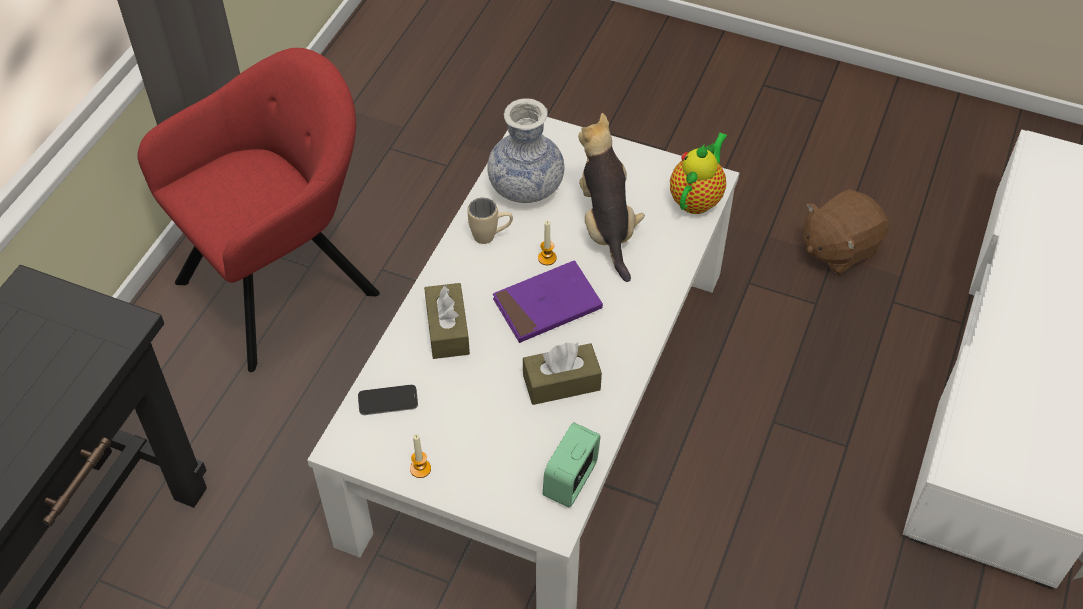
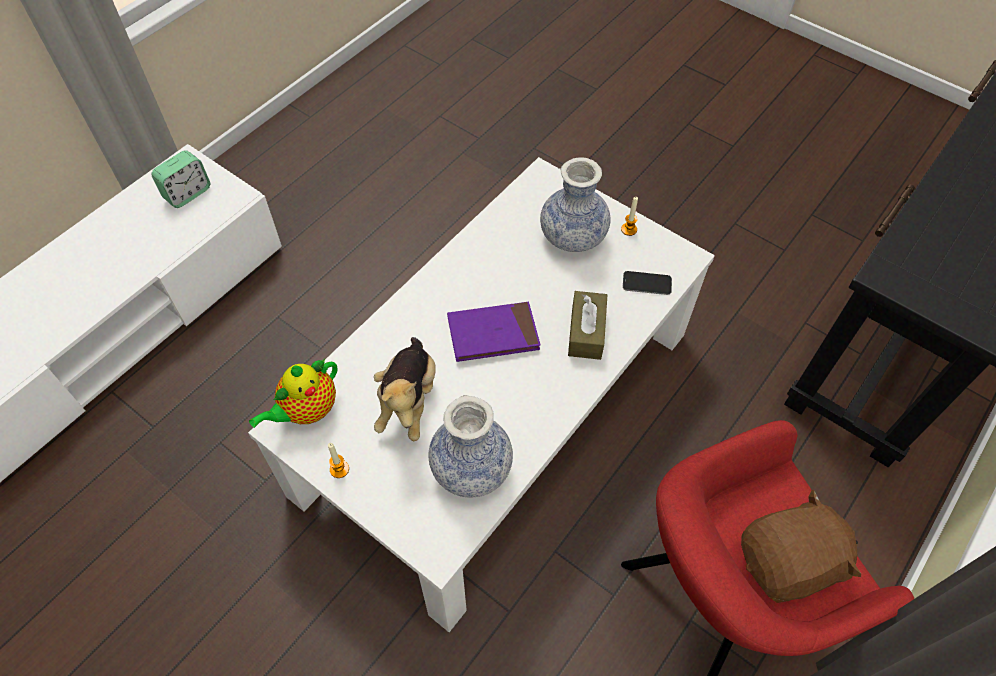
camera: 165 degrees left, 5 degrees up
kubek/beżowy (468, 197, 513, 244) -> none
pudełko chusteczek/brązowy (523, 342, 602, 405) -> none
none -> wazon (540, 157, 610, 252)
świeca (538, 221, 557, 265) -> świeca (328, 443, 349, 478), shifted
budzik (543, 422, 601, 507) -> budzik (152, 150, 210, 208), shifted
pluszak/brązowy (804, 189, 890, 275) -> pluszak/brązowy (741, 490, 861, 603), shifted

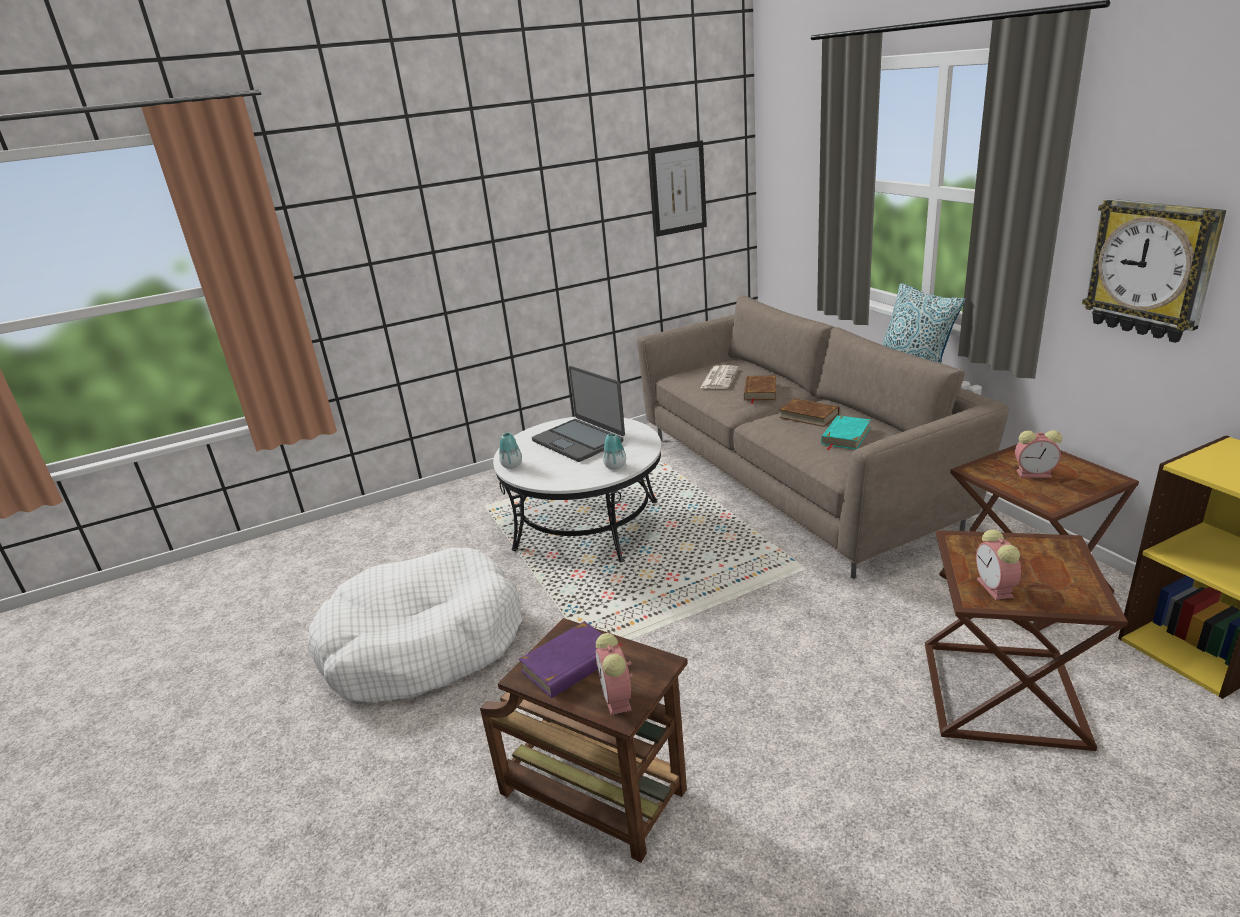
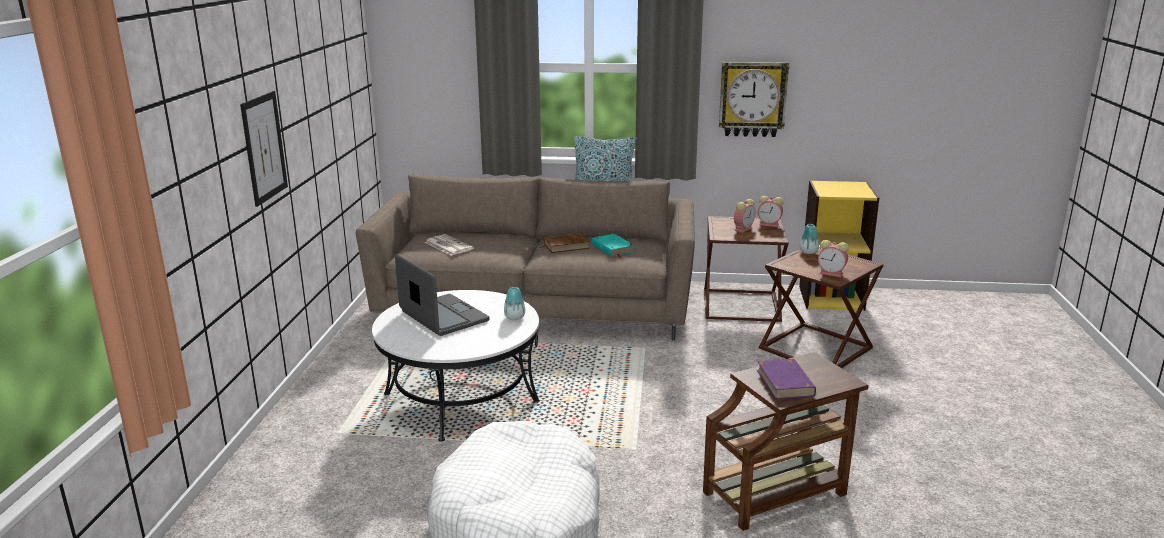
camera: 60 degrees left, 5 degrees down
książka/brązowy (744, 376, 776, 404) -> none
wazon (499, 433, 522, 469) -> wazon (800, 224, 819, 254), shifted
budzik (596, 633, 633, 715) -> budzik (758, 196, 784, 227), shifted
obraz (650, 140, 707, 237) -> obraz (240, 91, 288, 207), shifted
laptop (532, 366, 625, 462) -> laptop (395, 254, 489, 336), 120 degrees counterclockwise

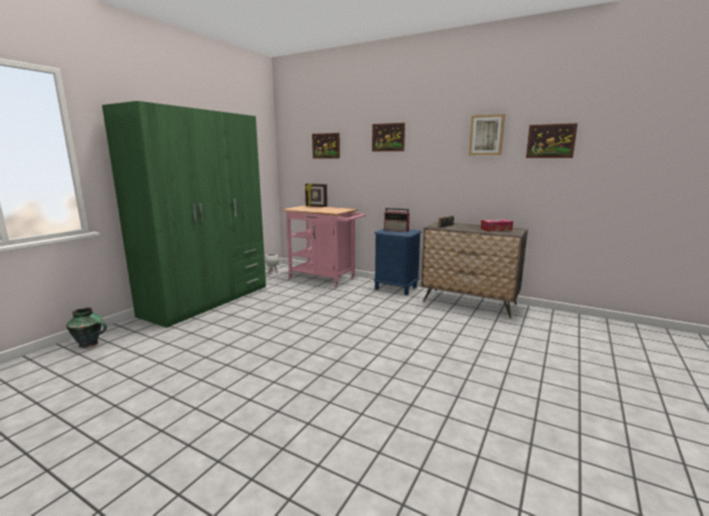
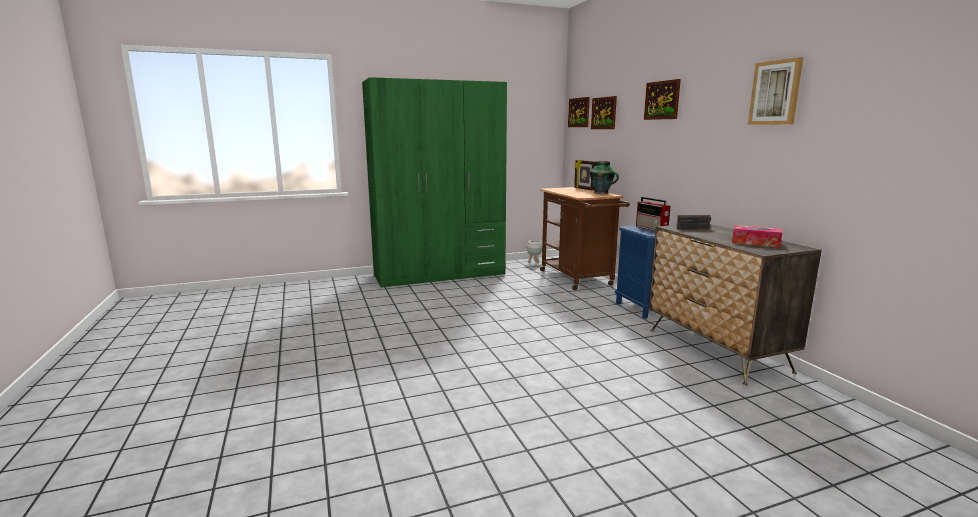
camera: 40 degrees right, 0 degrees up
wazon (66, 308, 107, 349) -> wazon (590, 161, 619, 194), shifted
obraz (526, 123, 578, 158) -> obraz (568, 97, 590, 127), shifted
wózek/różowy (282, 205, 366, 287) -> wózek/brązowy (540, 187, 630, 290)

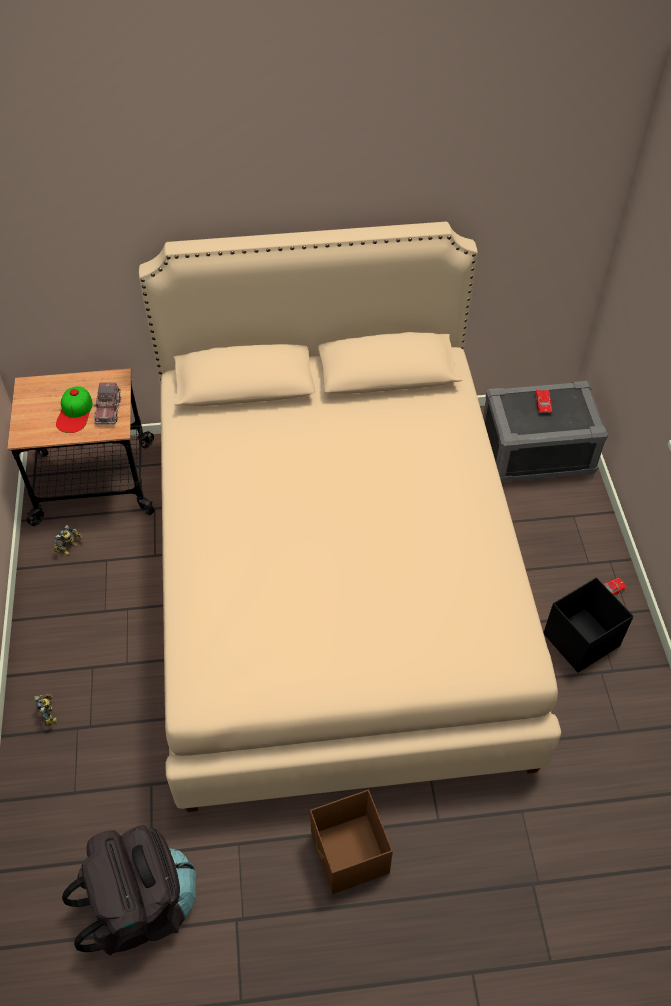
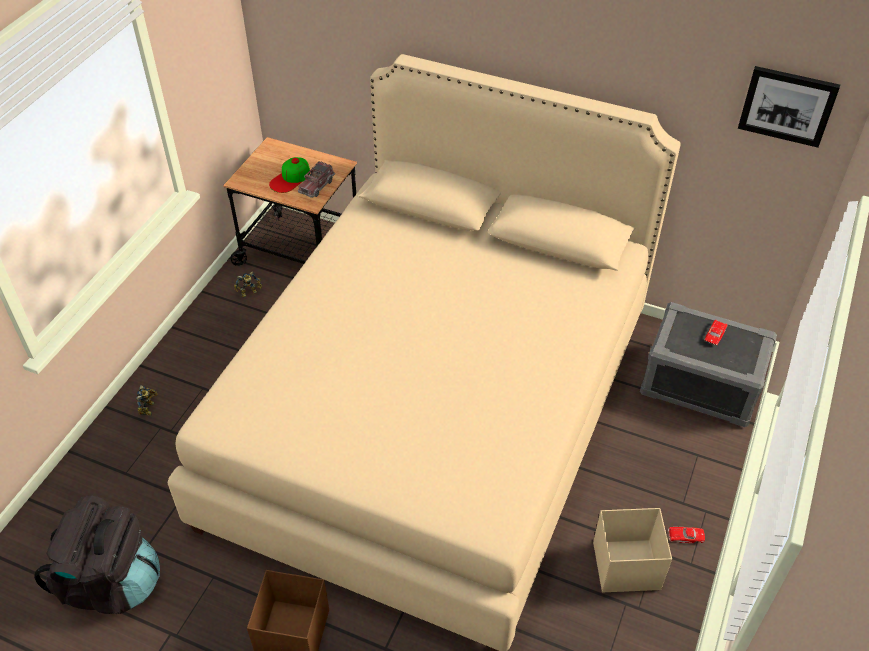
camera: 30 degrees right, 5 degrees down
none -> obraz (738, 66, 840, 148)
pojemnik do przechowywania/czarny (544, 578, 634, 673) -> pojemnik do przechowywania/beżowy (593, 508, 672, 592)

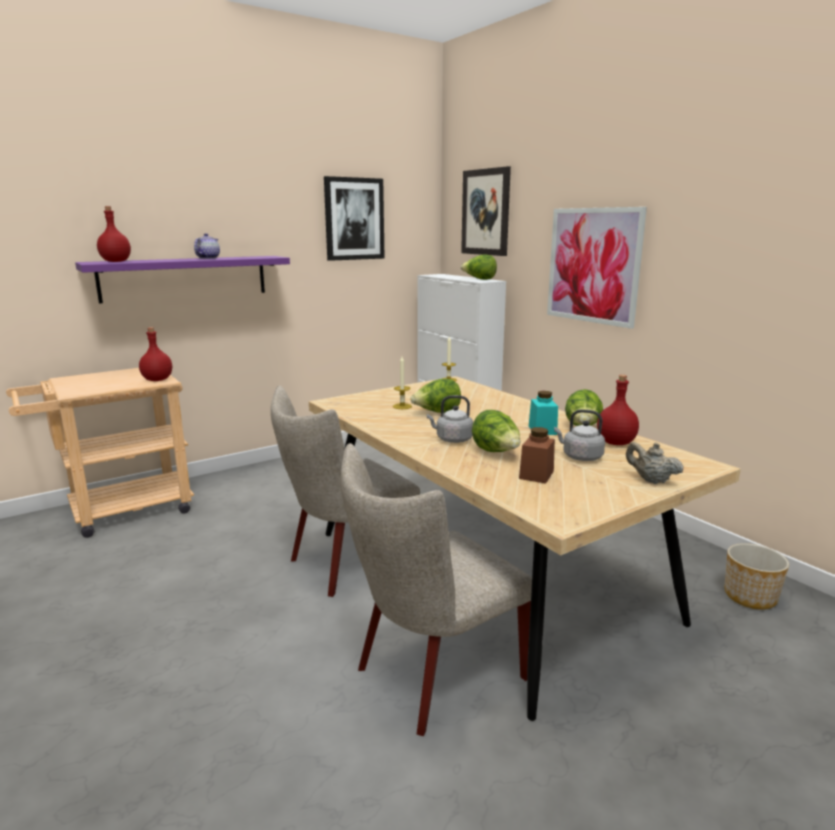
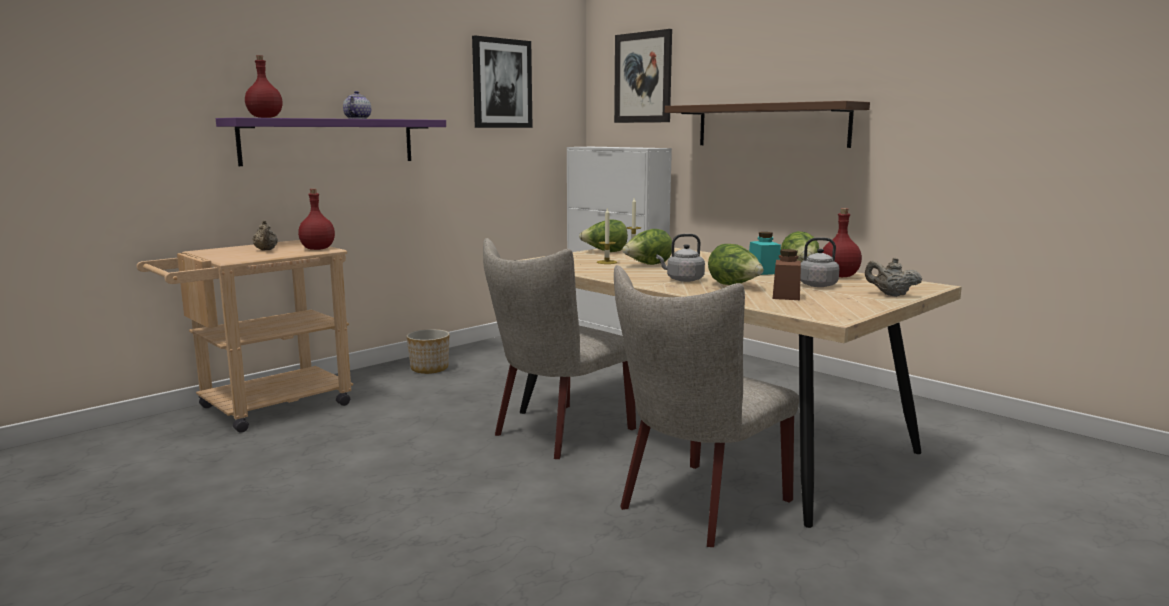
camera: 10 degrees left, 5 degrees down
none -> imbryk/beżowy (252, 220, 278, 250)
sałata (460, 254, 497, 280) -> sałata (579, 219, 628, 252), shifted
donica (724, 543, 789, 610) -> donica (407, 329, 449, 374), shifted
obraz (547, 207, 647, 329) -> półka/brązowy (665, 101, 870, 148)

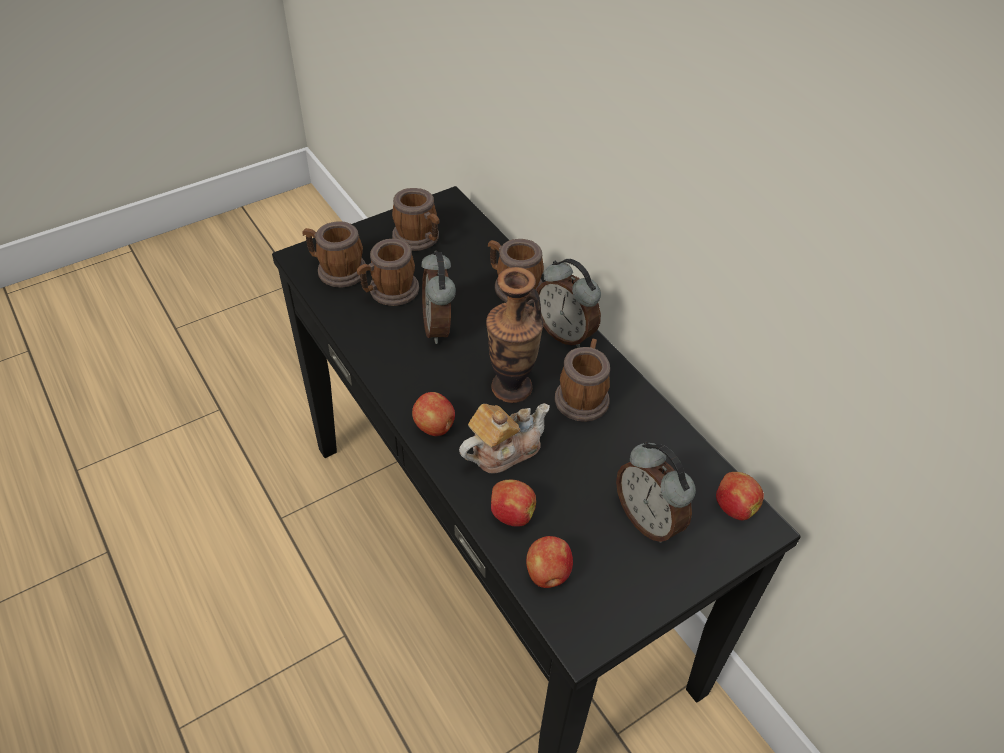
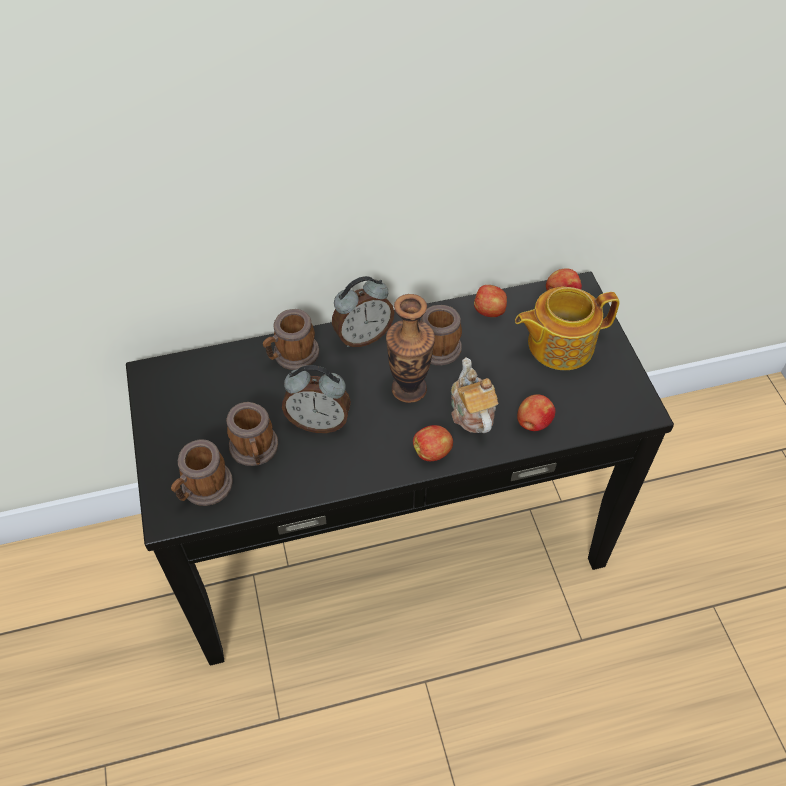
camera: 70 degrees left, 5 degrees up
kubek (392, 188, 439, 251) -> none
jabłko (526, 536, 573, 588) -> jabłko (474, 285, 507, 317), shifted
budzik (616, 442, 696, 543) -> imbryk (515, 287, 620, 370)

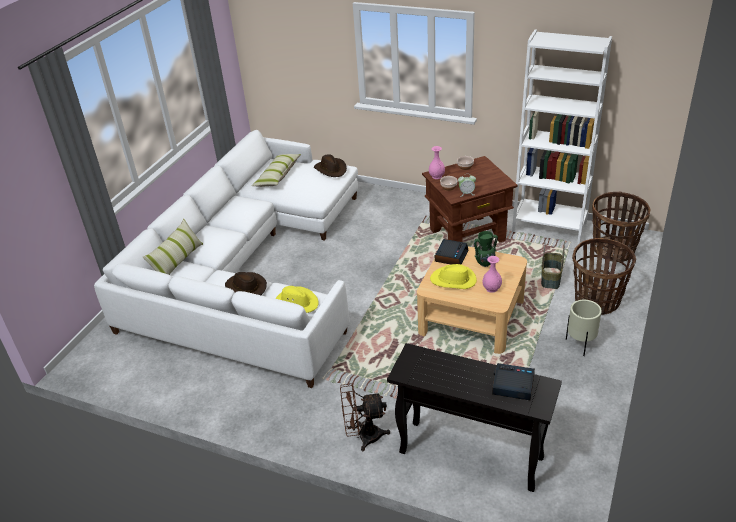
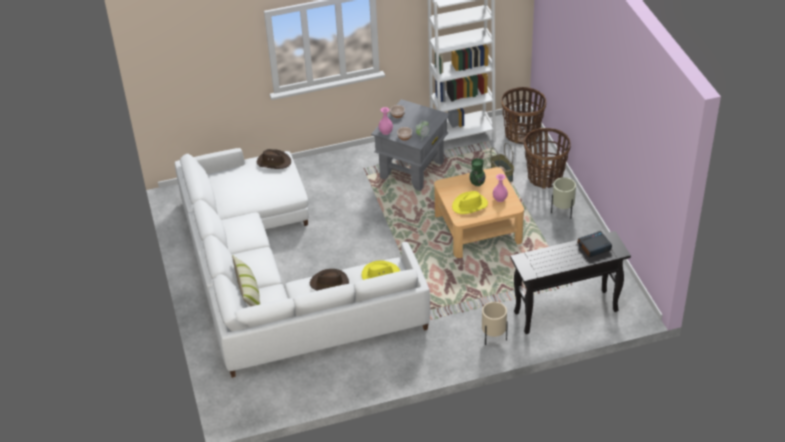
camera: 40 degrees left, 5 degrees up
poduszka (252, 154, 301, 187) -> none
budzik (435, 239, 468, 265) -> none
wentylator/brązowy (340, 383, 390, 451) -> donica/beżowy (482, 302, 508, 345)
stolik/brązowy (422, 156, 518, 243) -> stolik/szary (371, 99, 450, 191)

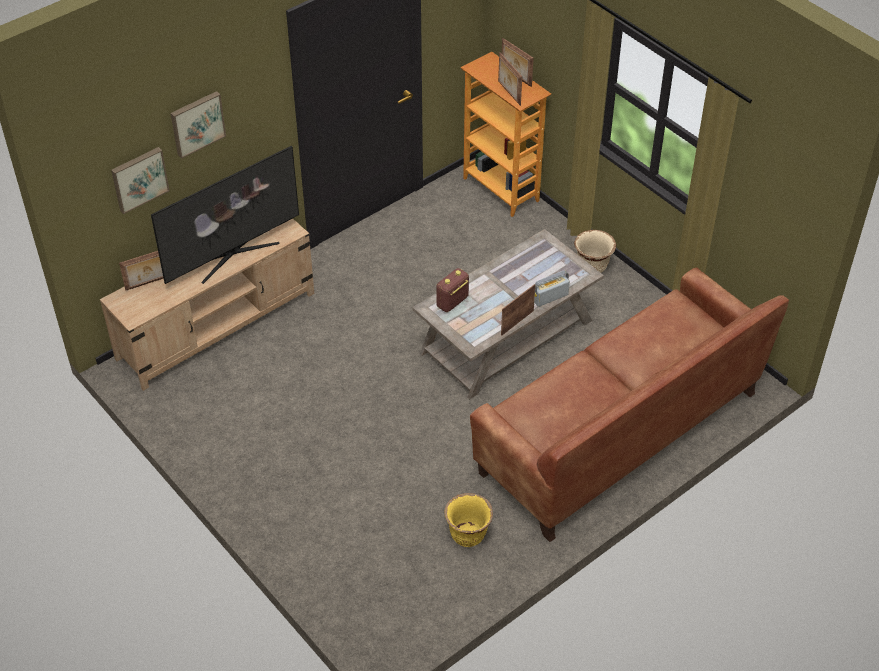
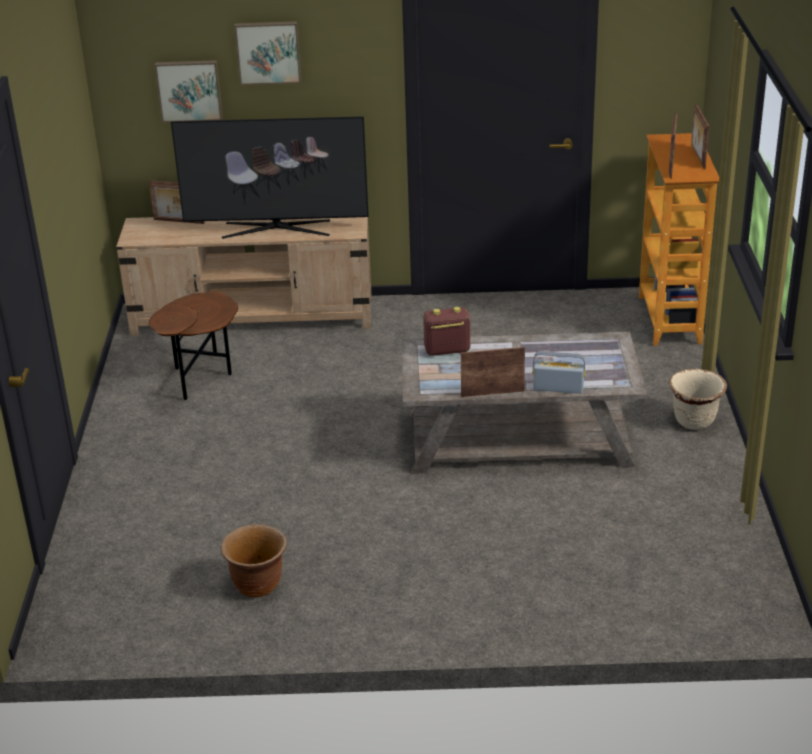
camera: 40 degrees right, 15 degrees down
kanapa/brązowy (470, 267, 789, 542) -> none
none -> stolik/brązowy (149, 291, 238, 400)
donica/żółty (444, 493, 493, 547) -> donica/brązowy (221, 524, 287, 597)

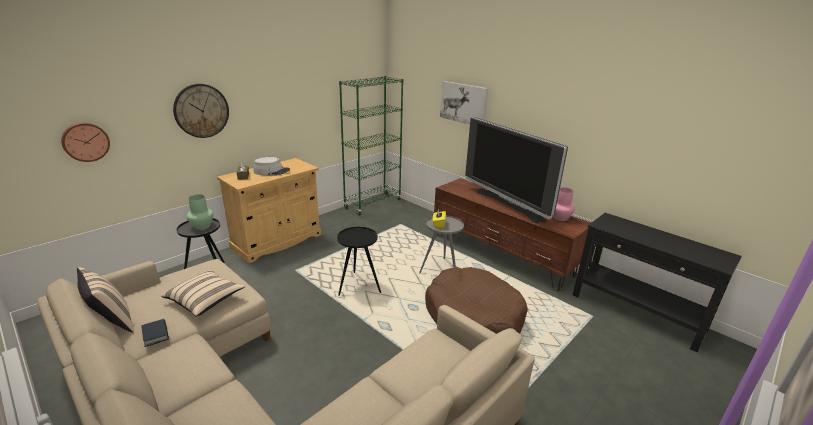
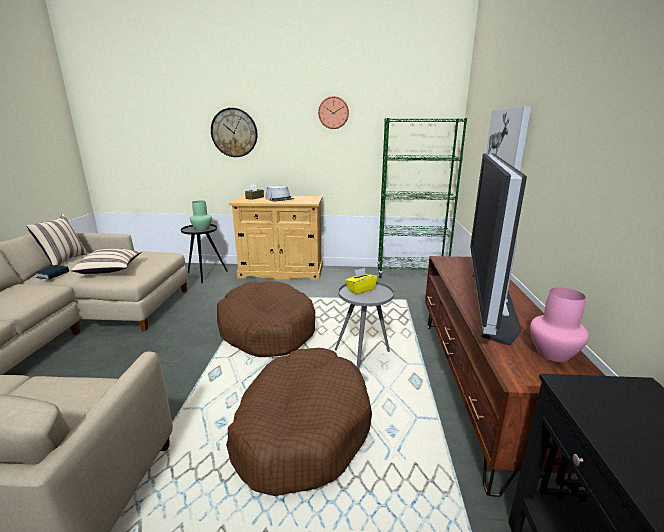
camera: 50 degrees right, 5 degrees down
zegar ścienny (61, 123, 110, 162) -> zegar ścienny (318, 96, 349, 129), shifted
stolik/czarny (337, 227, 381, 296) -> legowisko/brązowy (217, 281, 315, 357)

